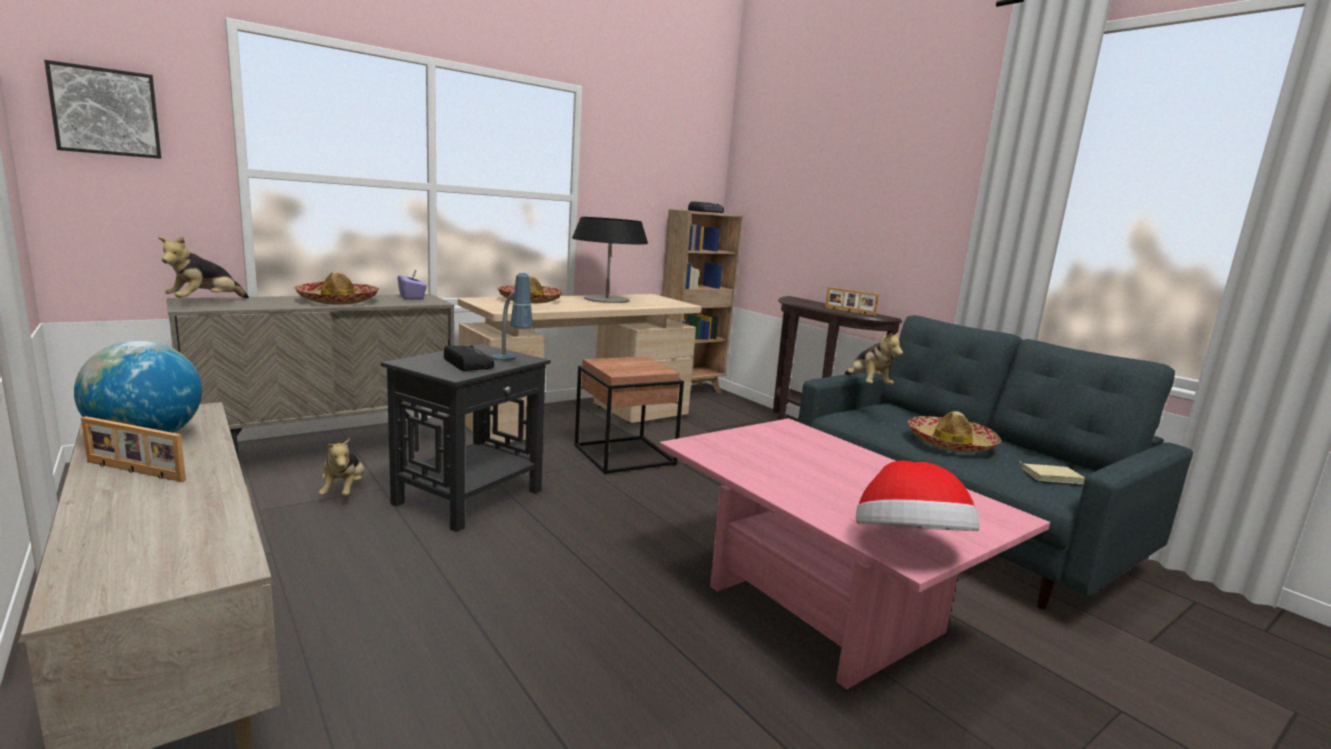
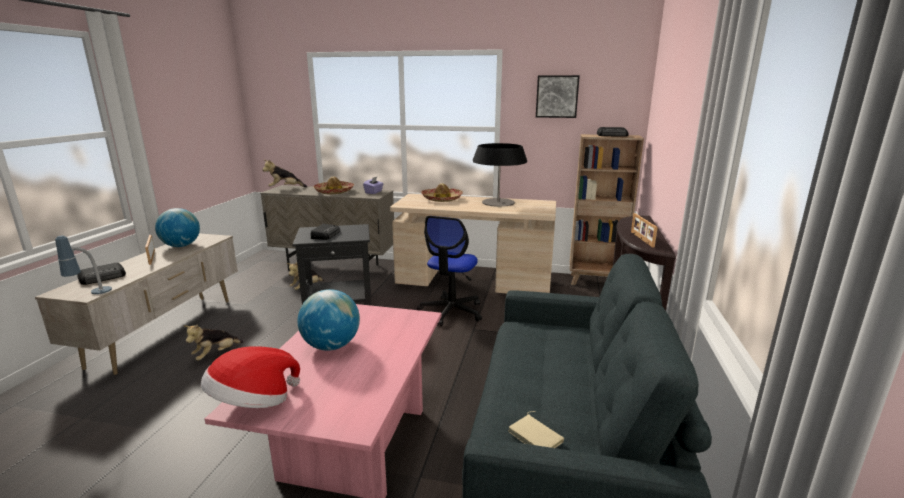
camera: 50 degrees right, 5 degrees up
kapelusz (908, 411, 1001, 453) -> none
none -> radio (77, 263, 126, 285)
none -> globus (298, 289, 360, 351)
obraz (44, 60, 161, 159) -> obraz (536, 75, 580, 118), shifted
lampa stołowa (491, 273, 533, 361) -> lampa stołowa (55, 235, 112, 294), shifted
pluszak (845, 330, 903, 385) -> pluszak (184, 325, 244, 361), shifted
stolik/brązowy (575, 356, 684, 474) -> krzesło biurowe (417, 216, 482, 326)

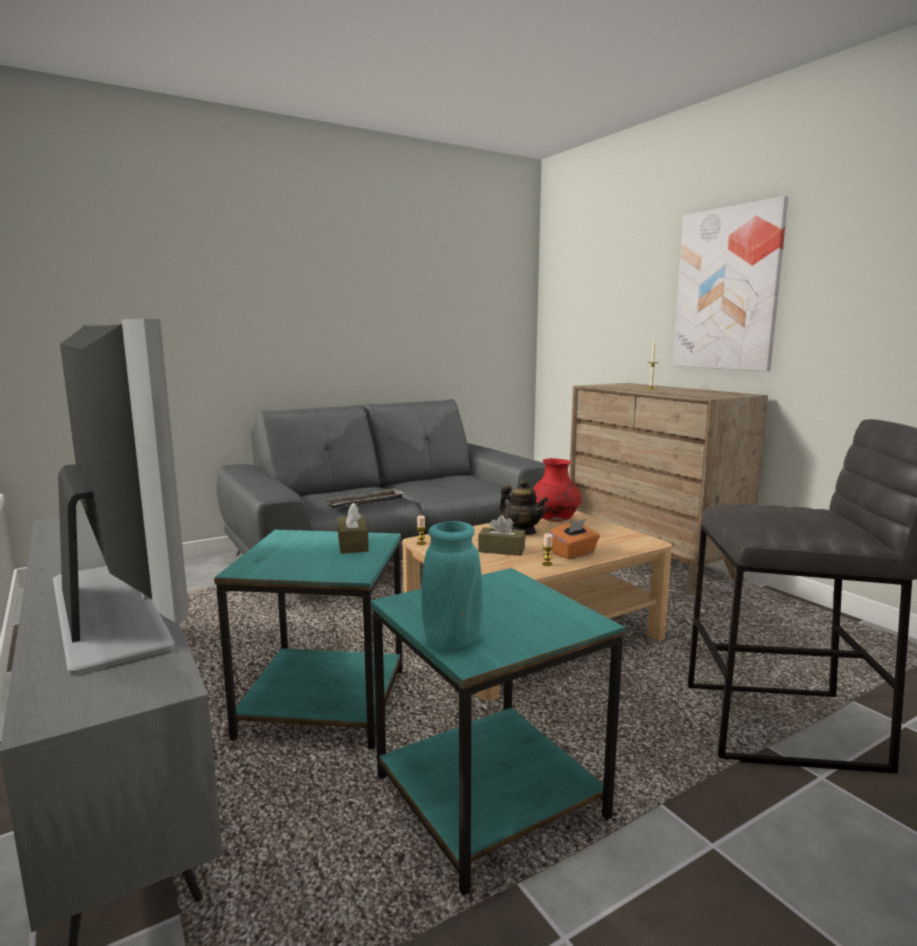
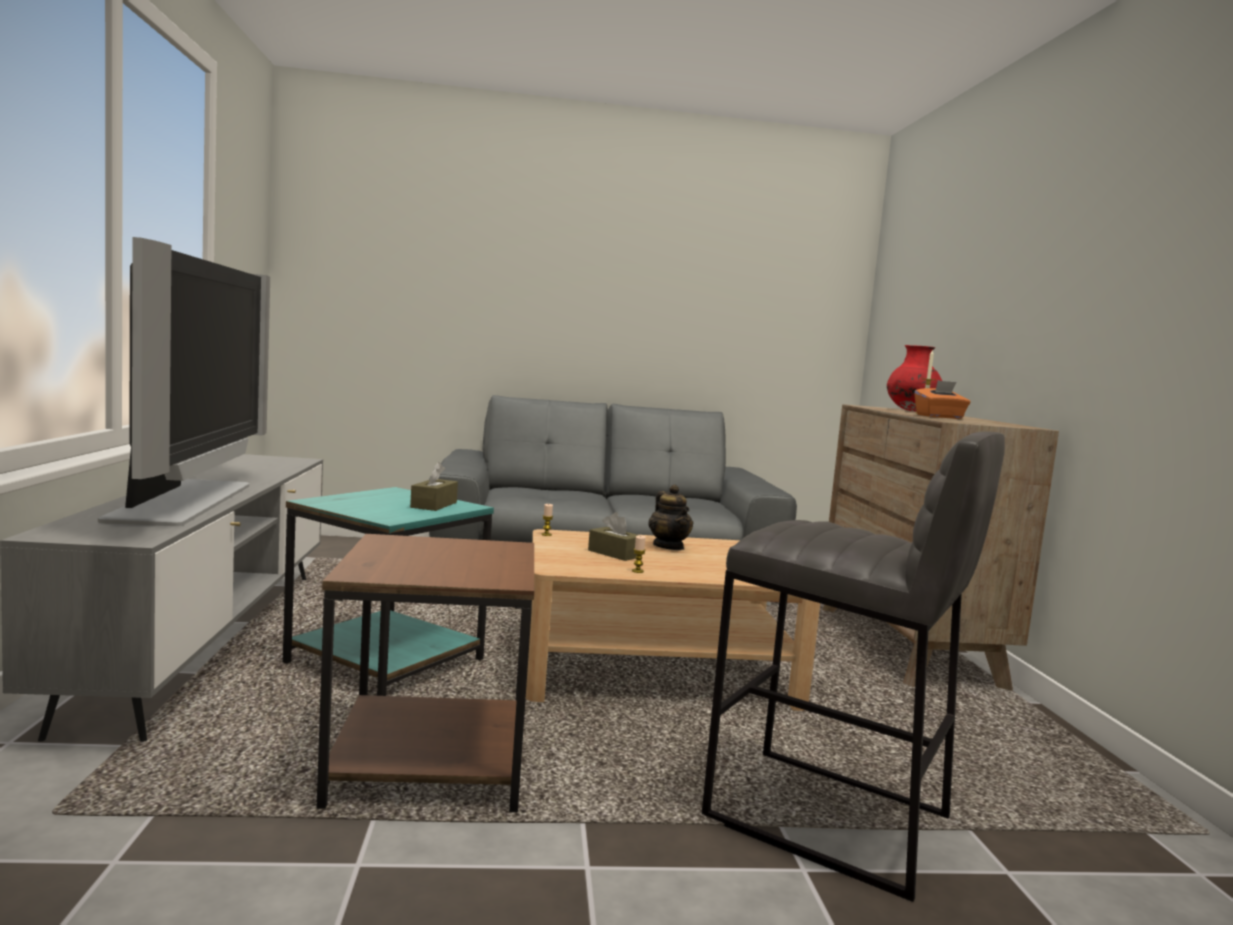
camera: 25 degrees right, 5 degrees down
taca (323, 488, 404, 508) -> none
wazon/turkusowy (421, 521, 483, 649) -> none
obraz (673, 196, 788, 371) -> none
wazon/czerwony (533, 458, 581, 522) -> wazon/czerwony (887, 345, 942, 411), shifted
pudełko chusteczek/pomarańczowy (549, 519, 600, 559) -> pudełko chusteczek/pomarańczowy (914, 380, 970, 419), shifted
stolik/turkusowy (371, 568, 625, 896) -> stolik/brązowy (316, 534, 534, 812)

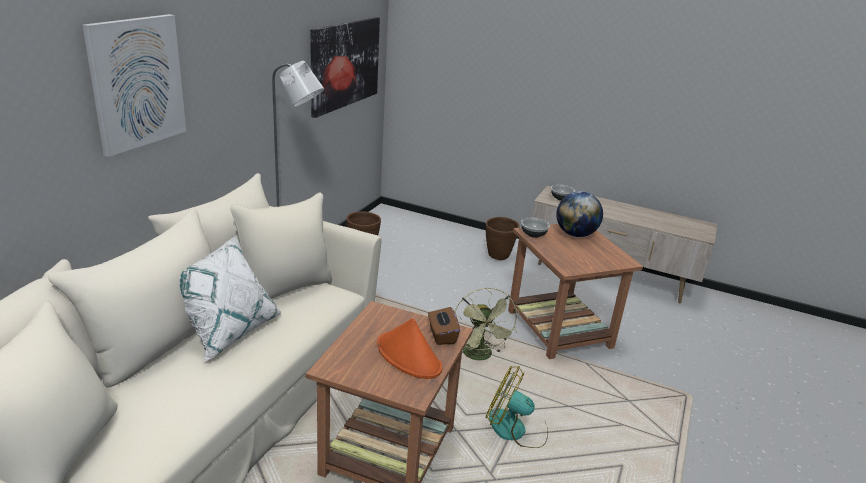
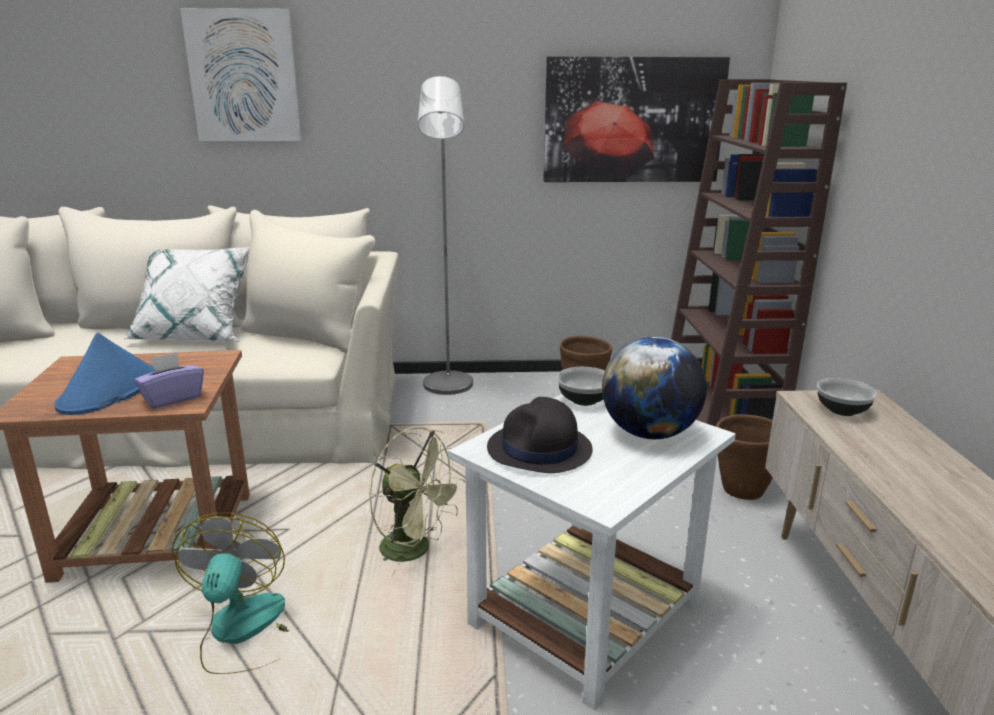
camera: 65 degrees right, 5 degrees down
none -> kapelusz/czarny (487, 397, 593, 473)
none -> regał/brązowy (671, 79, 847, 427)
kapelusz/pomarańczowy (377, 318, 442, 379) -> kapelusz/niebieski (54, 333, 155, 415)
pudełko chusteczek/brązowy (428, 305, 460, 345) -> pudełko chusteczek/fioletowy (134, 352, 204, 409)
stolik/brązowy (508, 224, 643, 359) -> stolik/biały (448, 394, 736, 711)
wentylator/zielony (454, 288, 520, 360) -> wentylator/zielony (369, 427, 465, 577), 105 degrees counterclockwise

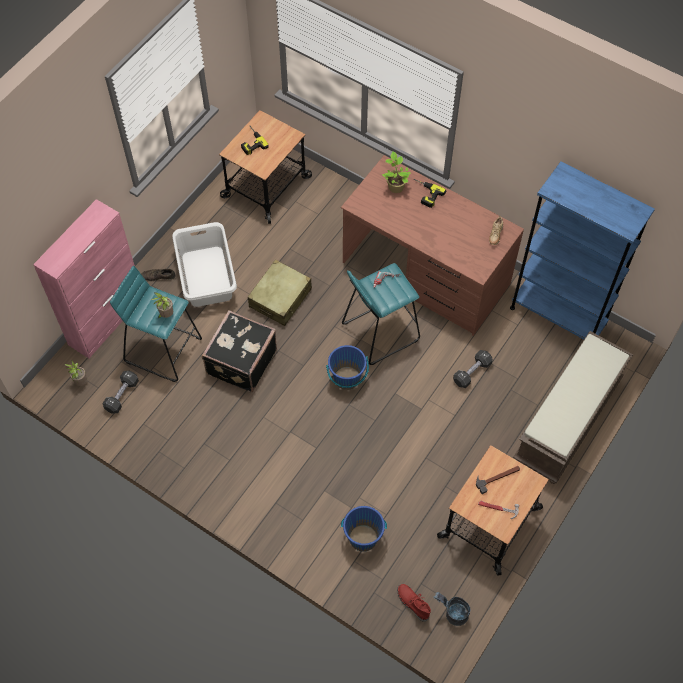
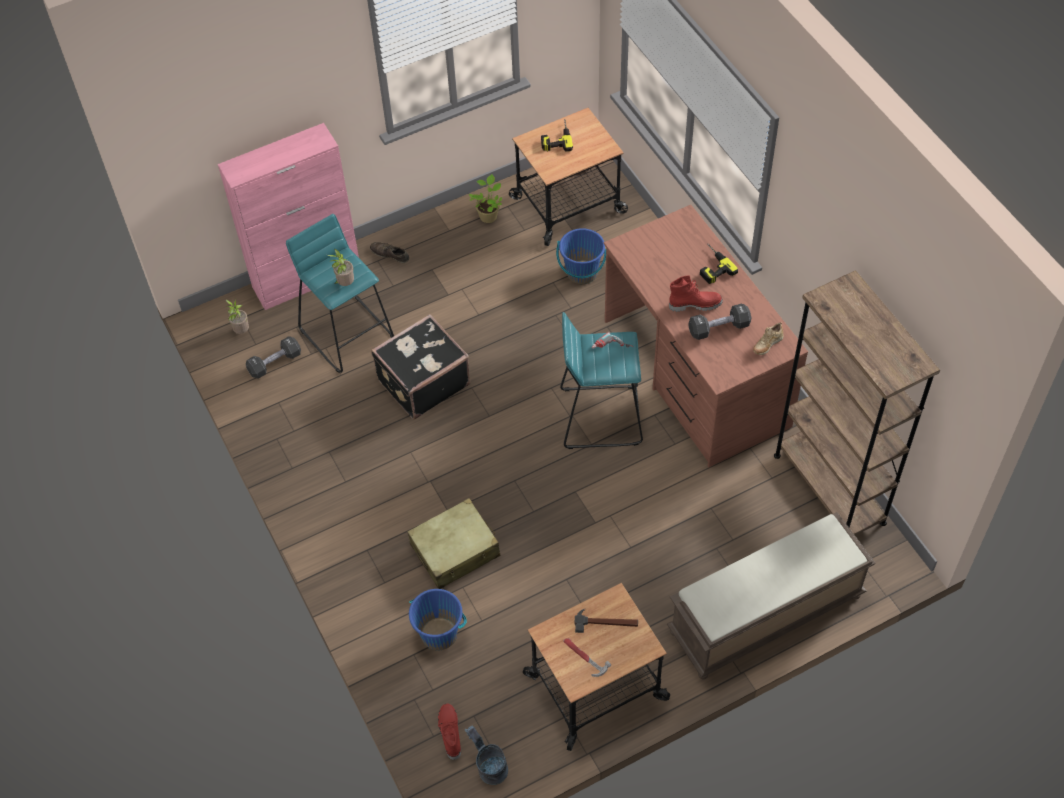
camera: 30 degrees right, 5 degrees down
kosz na pranie/biały (172, 222, 237, 307) -> none
none -> but z cholewką/czerwony (669, 275, 723, 312)
walizka/beżowy (248, 259, 312, 326) -> walizka/beżowy (407, 498, 500, 589), shifted
wiadro/niebieski (326, 345, 369, 390) -> wiadro/niebieski (556, 228, 606, 284), shifted
roślina doniczkowa (382, 151, 411, 193) -> roślina doniczkowa (469, 174, 502, 223), shifted
hantel/czarny (453, 350, 493, 388) -> hantel/czarny (688, 304, 751, 340), shifted
regał/niebieski (510, 161, 655, 339) -> regał/brązowy (774, 270, 940, 535)

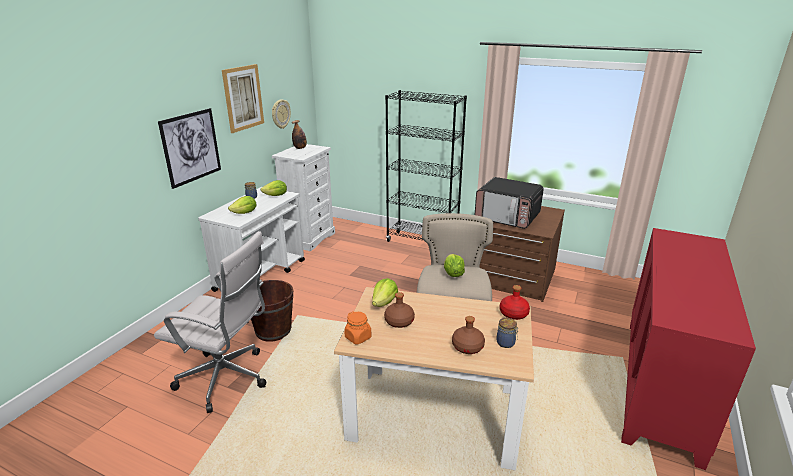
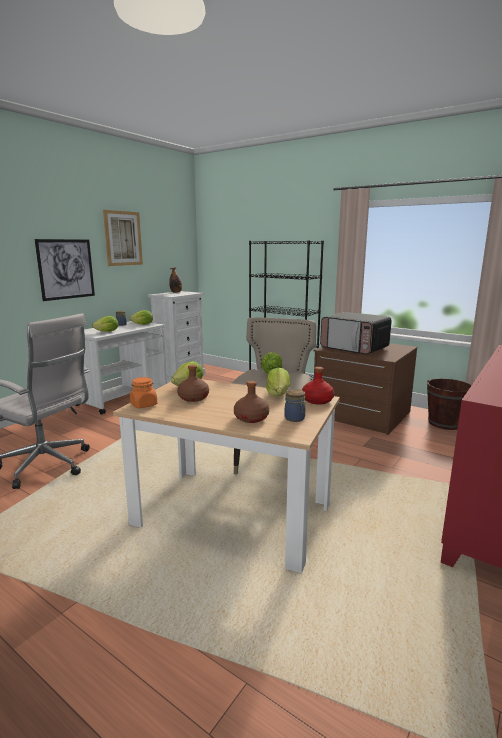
camera: 10 degrees right, 10 degrees down
zegar ścienny (272, 100, 291, 129) -> none
none -> sałata (266, 368, 291, 396)
wiadro/brązowy (251, 280, 293, 342) -> wiadro/brązowy (427, 378, 472, 430), shifted

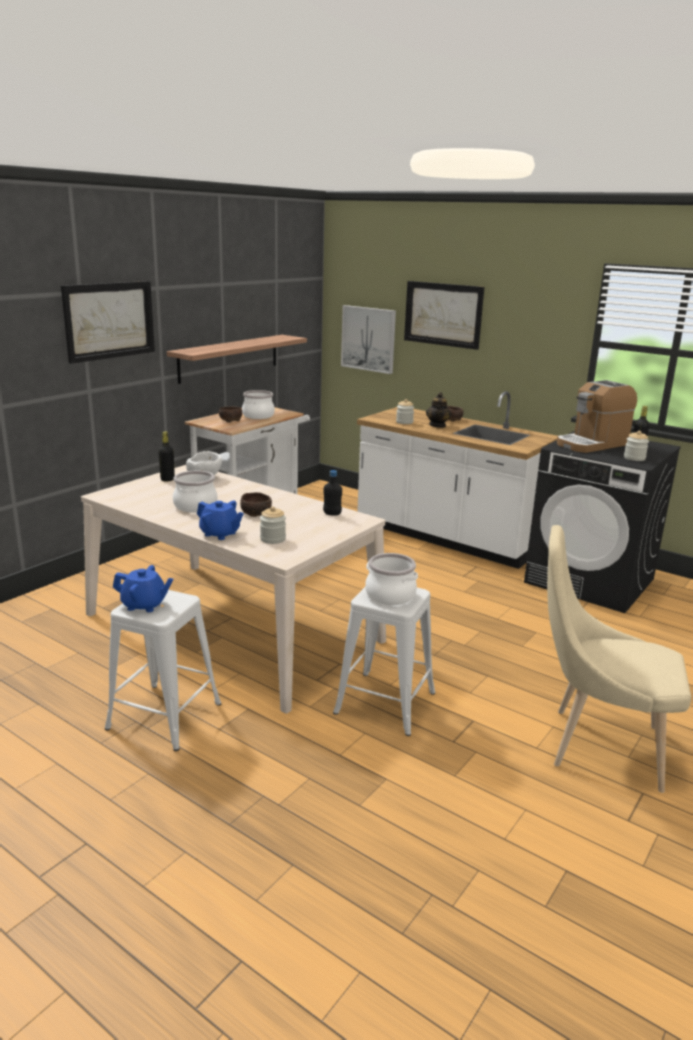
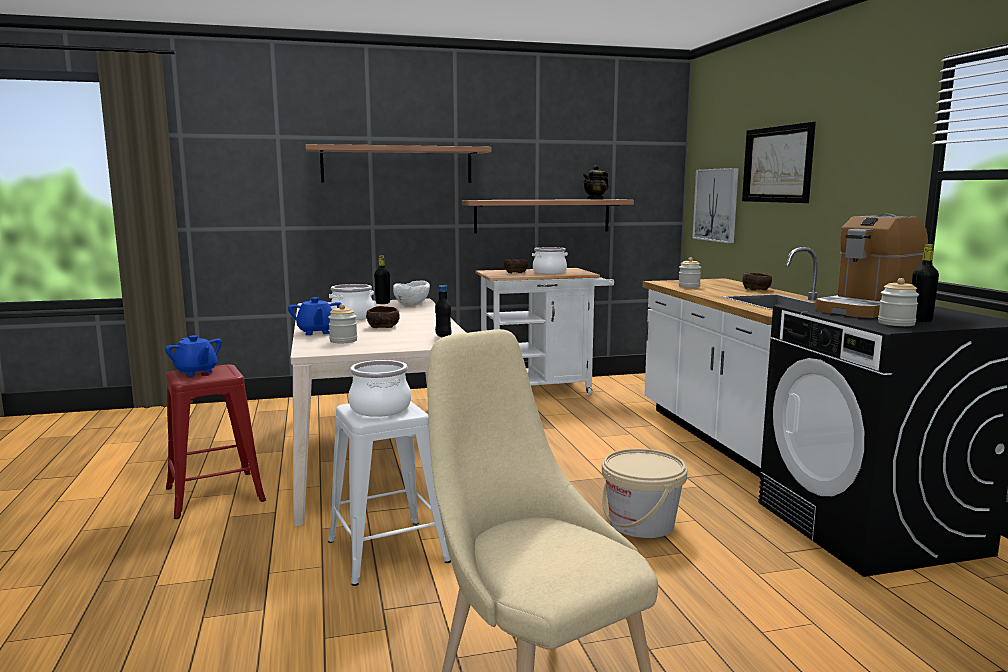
camera: 40 degrees right, 10 degrees down
none -> wiadro/beżowy (602, 449, 687, 538)
imbryk (426, 392, 452, 428) -> imbryk (583, 165, 609, 199), shifted
obraz (61, 281, 155, 364) -> półka (305, 144, 492, 183)
stołek/biały (105, 590, 221, 751) -> stołek/czerwony (166, 365, 266, 519)
ekspres do kawy (557, 380, 637, 453) -> ekspres do kawy (815, 214, 928, 318), 45 degrees counterclockwise

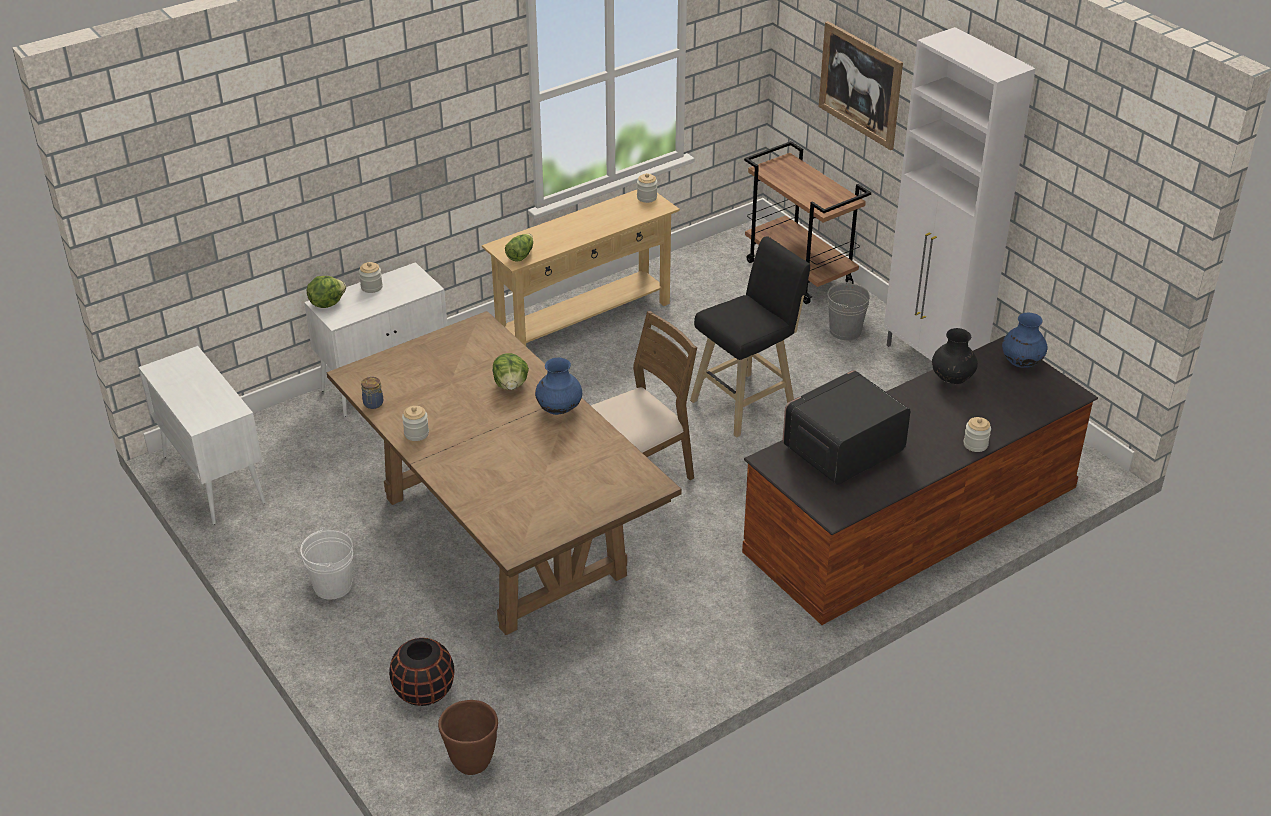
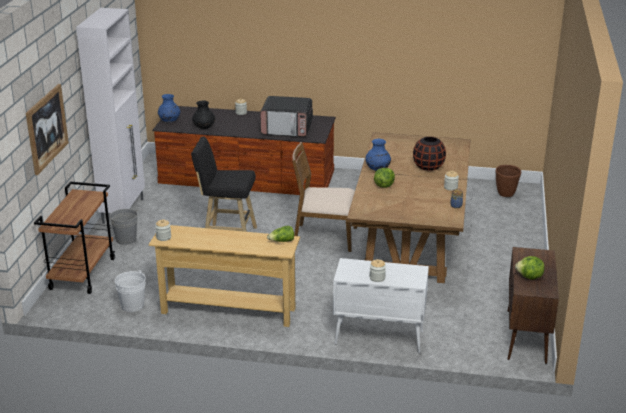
camera: 135 degrees left, 10 degrees down
wiadro/biały (300, 527, 353, 599) -> wiadro/biały (115, 270, 145, 312), shifted
sałata (307, 276, 346, 308) -> sałata (515, 256, 545, 280), shifted
wazon/czarny (389, 638, 454, 706) -> wazon/czarny (413, 137, 446, 171), shifted
szafka/biały (139, 346, 266, 525) -> szafka/brązowy (507, 247, 559, 364)

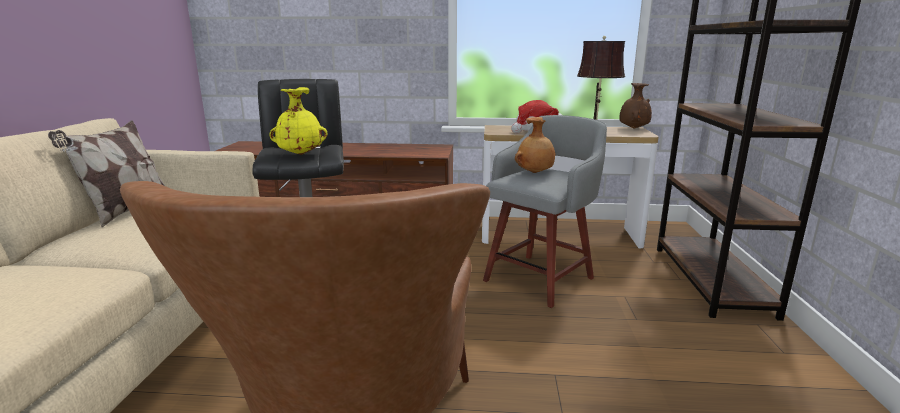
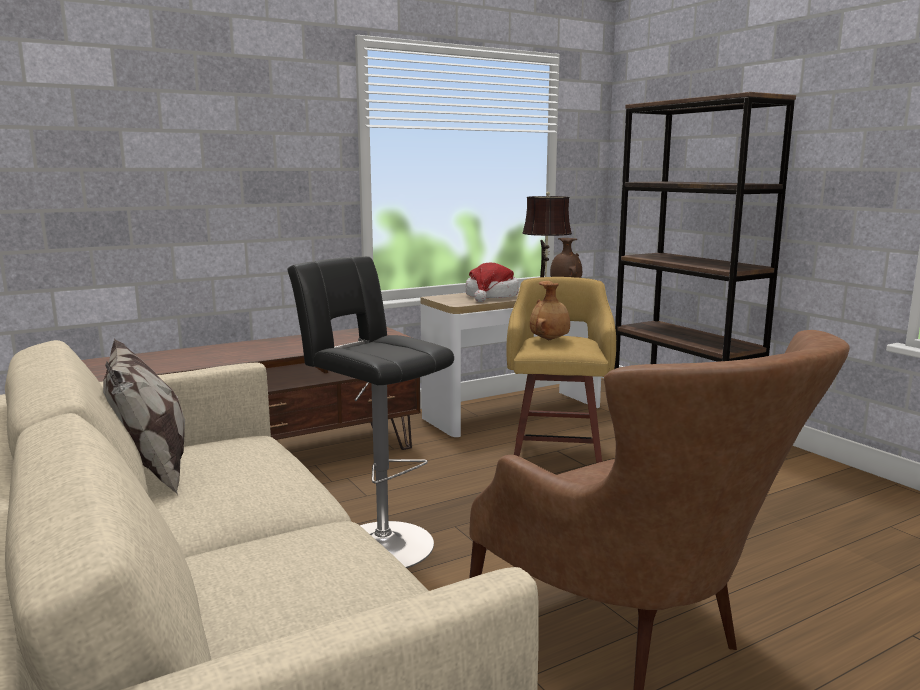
camera: 35 degrees left, 5 degrees down
wazon/żółty (270, 87, 328, 155) -> none
stołek/szary (483, 115, 607, 308) -> stołek/żółty (506, 277, 616, 463)

